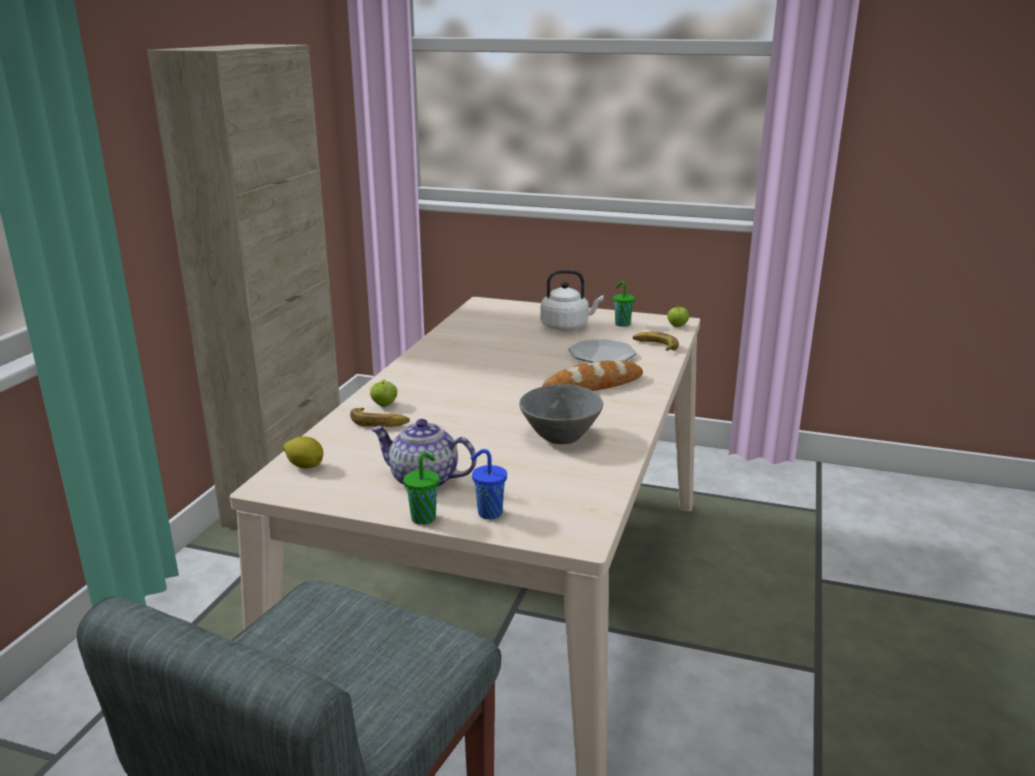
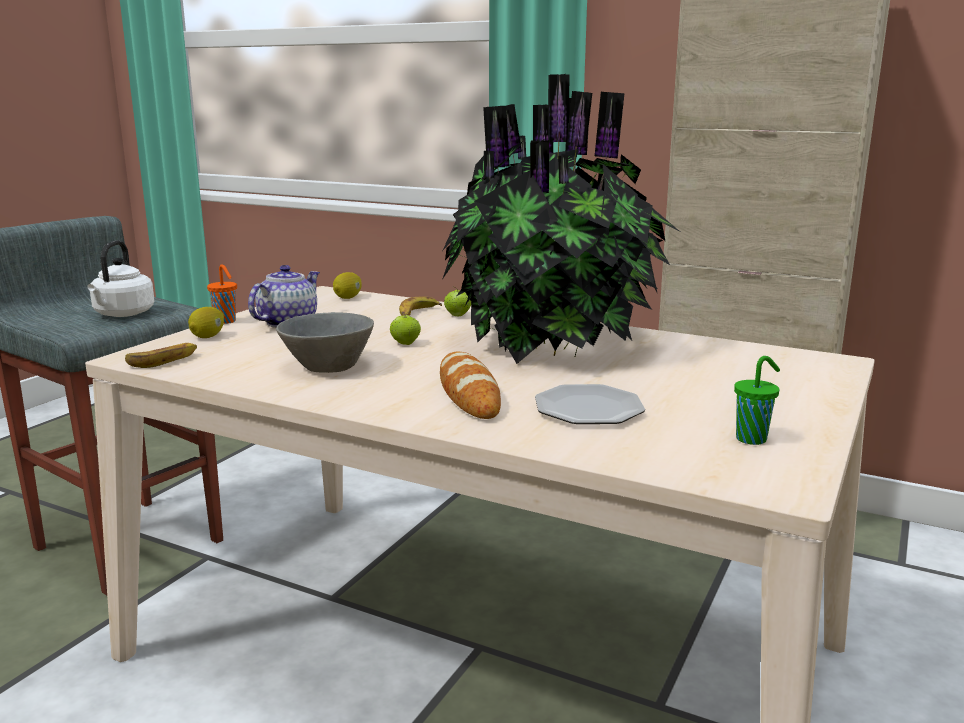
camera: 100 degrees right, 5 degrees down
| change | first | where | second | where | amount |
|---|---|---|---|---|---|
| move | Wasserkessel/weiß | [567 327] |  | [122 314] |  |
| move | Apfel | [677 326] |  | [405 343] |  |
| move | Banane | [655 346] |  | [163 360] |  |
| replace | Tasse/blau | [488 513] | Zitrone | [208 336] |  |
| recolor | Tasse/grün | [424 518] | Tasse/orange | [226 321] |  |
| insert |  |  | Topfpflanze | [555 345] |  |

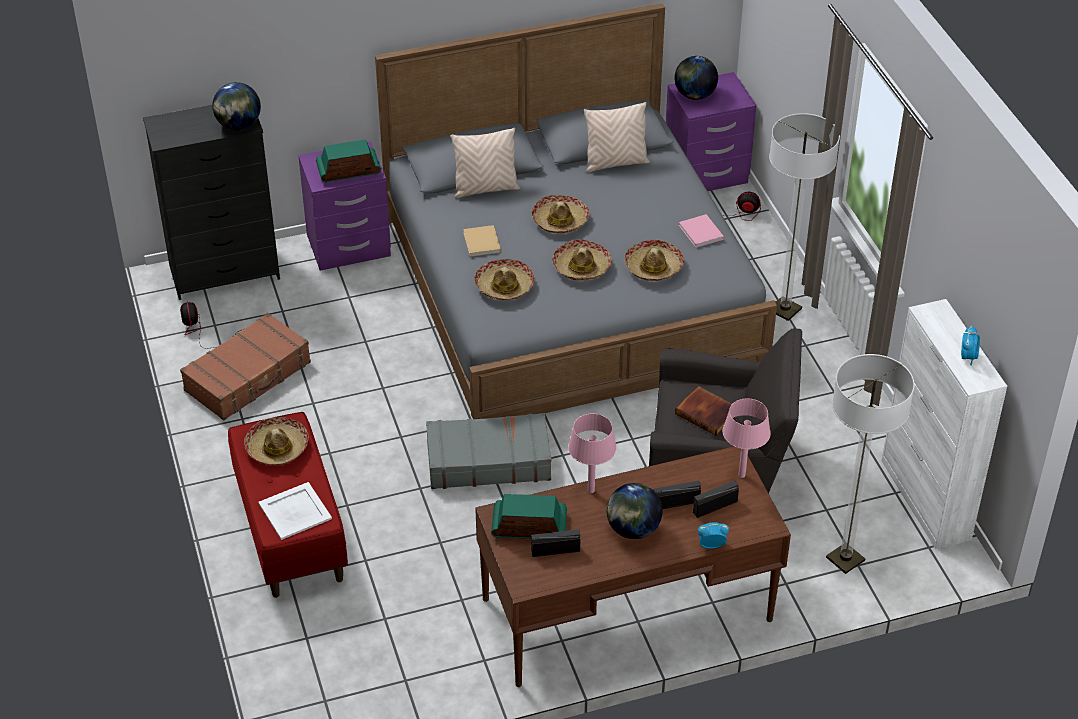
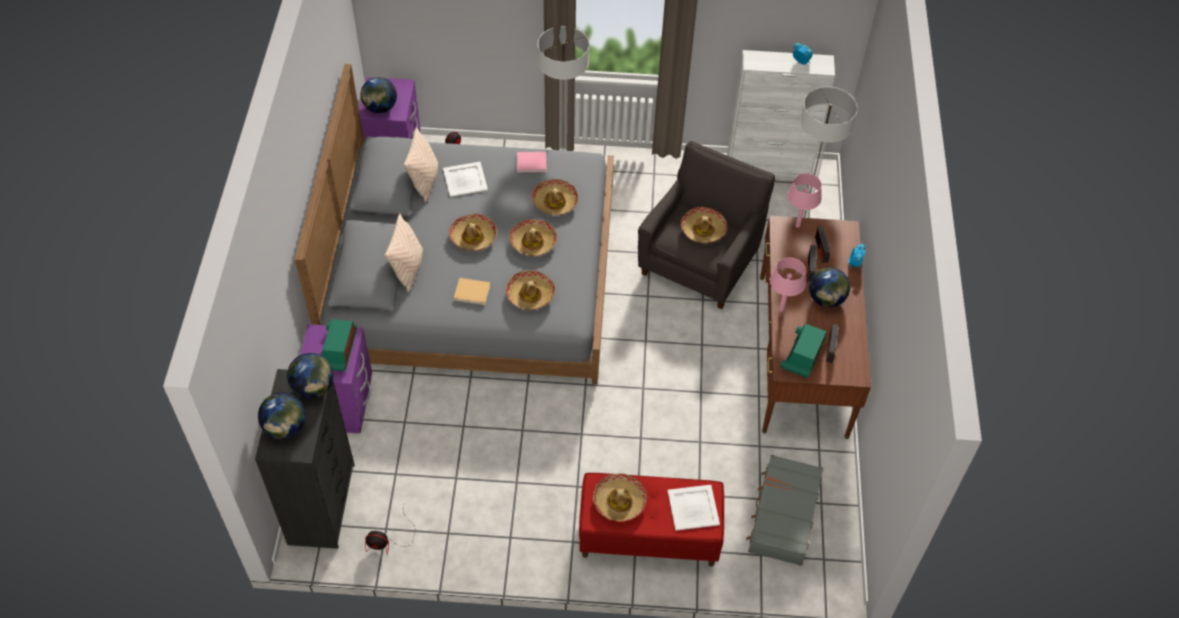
camera: 70 degrees left, 10 degrees up
| change | first | where | second | where | amount |
|---|---|---|---|---|---|
| delete | Koffer/braun | [248 377] |  |  |  |
| replace | Buch | [707 413] | Hut | [703 229] |  |
| move | Koffer/grau | [488 461] |  | [783 515] |  |
| insert |  |  | Tablett/weiß | [465 180] |  |
| insert |  |  | Globus | [285 427] |  |

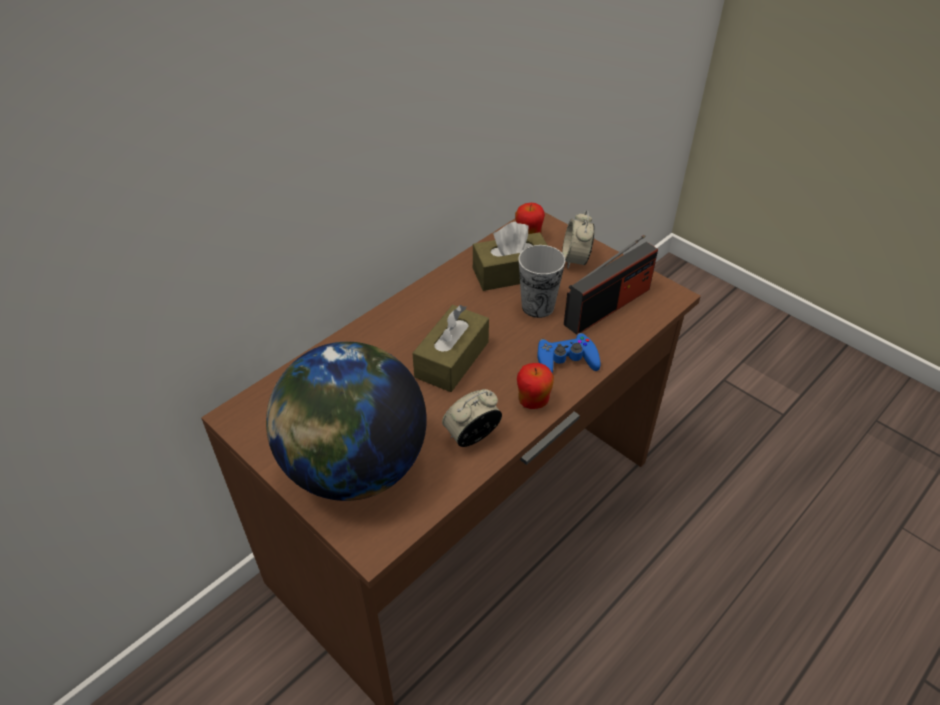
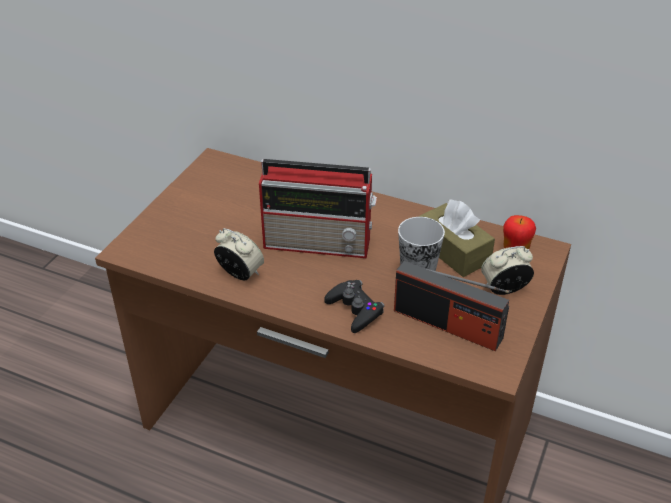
camera: 70 degrees right, 5 degrees down
| change | first | where | second | where | amount |
|---|---|---|---|---|---|
| replace | Taschentuchbox/braun | [452 359] | Radio | [320 242] |  |
| recolor | Gamepad/blau | [566 361] | Gamepad/schwarz | [355 310] |  |
| delete | Globus | [354 467] |  |  |  |
| delete | Apfel | [533 402] |  |  |  |

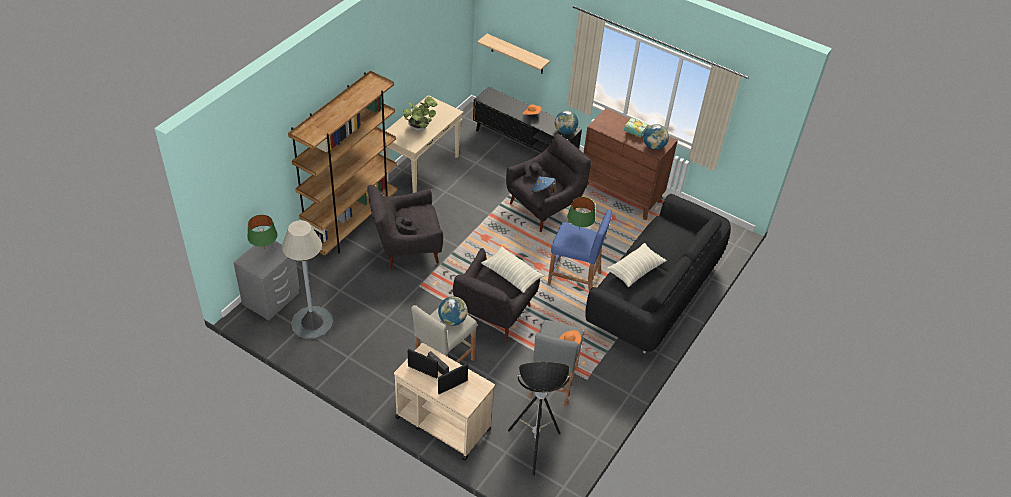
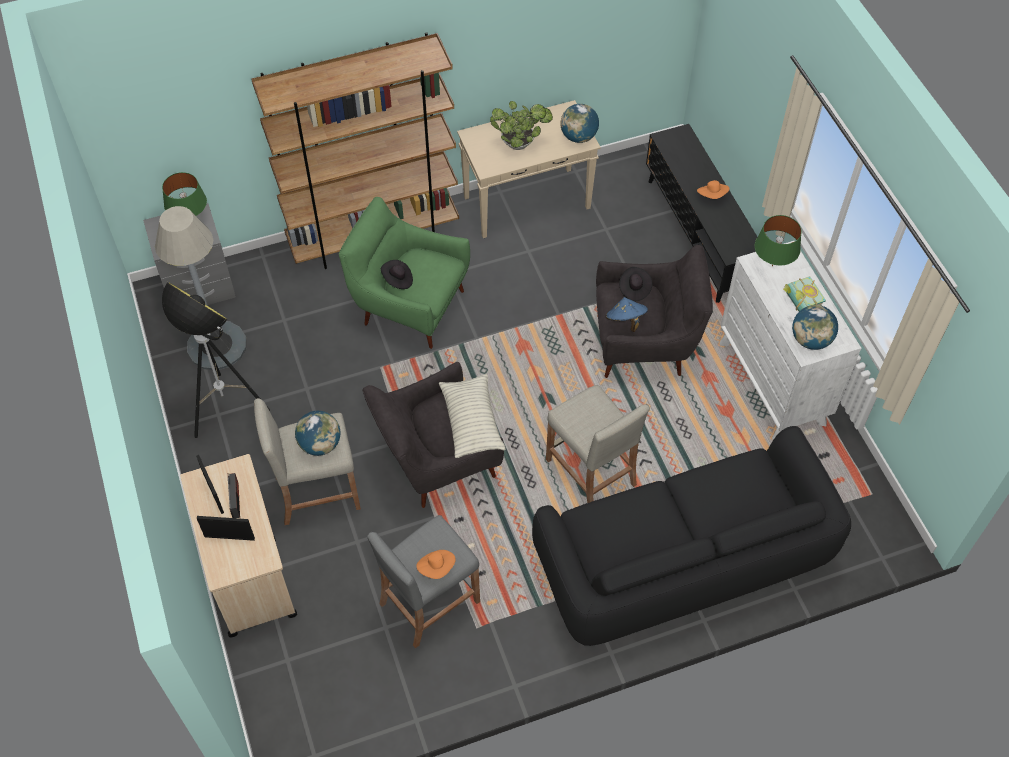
camera: 40 degrees right, 10 degrees up
| change | first | where | second | where | amount |
|---|---|---|---|---|---|
| delete | Wandregal | [517 54] |  |  |  |
| recolor | Kommode/braun | [620 195] | Kommode/weiß | [772 383] |  |
| move | Globus | [565 131] |  | [578 137] |  |
| recolor | Sessel/grau | [405 248] | Sessel/grün | [409 305] |  |
| move | Tischlampe/grün | [579 230] |  | [772 266] |  |
| recolor | Hocker/blau | [574 278] | Hocker/beige | [590 472] |  |
| delete | Kissen | [635 270] |  |  |  |
| move | Stehlampe | [533 447] |  | [226 409] |  |

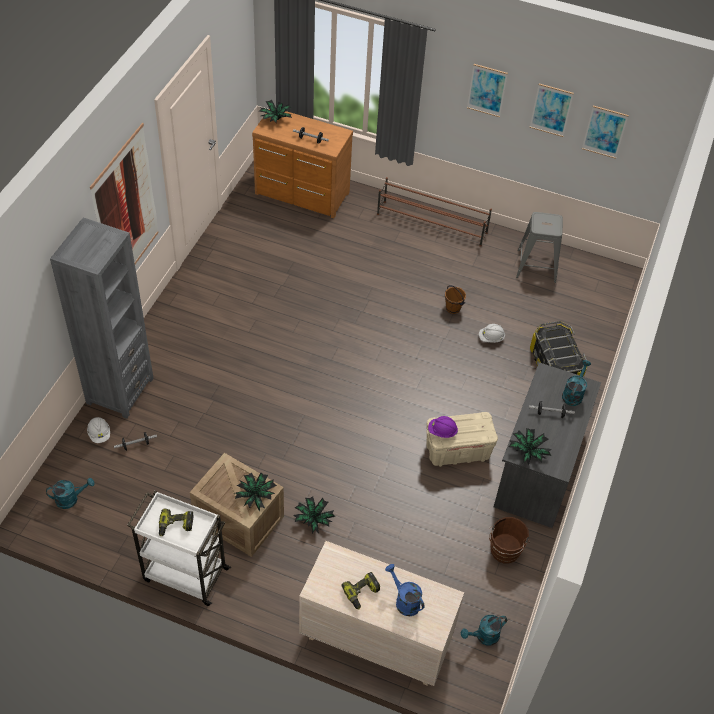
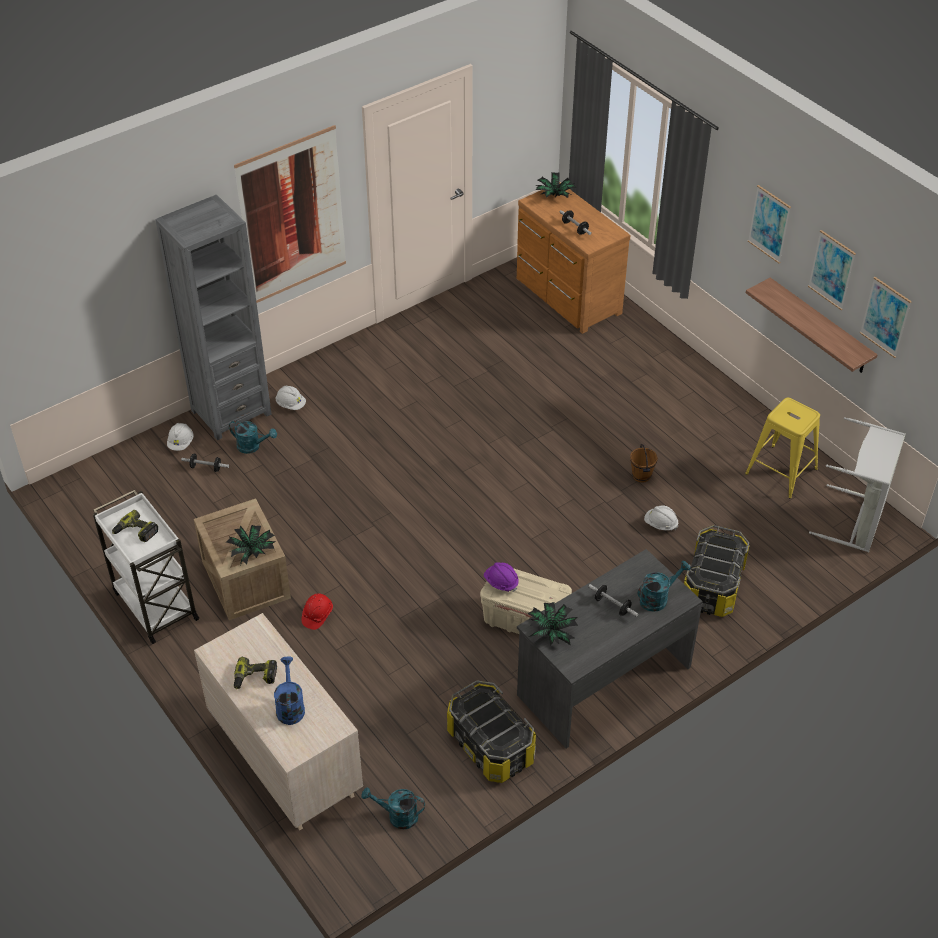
camera: 35 degrees right, 5 degrees down
| change | first | where | second | where | amount |
|---|---|---|---|---|---|
| delete | Schuhregal/braun | [432 224] |  |  |  |
| recolor | Hocker/grau | [536 266] | Hocker/gelb | [780 471] |  |
| move | Gießkanne/türkis | [71 499] |  | [253 446] |  |
| replace | Topfpflanze | [313 519] | Schutzhelm/rot | [317 615] |  |
| replace | Eimer/braun | [504 552] | Aufbewahrungsbox | [490 745] |  |
| insert |  |  | Wandregal | [819 327] |  |
| insert |  |  | Schutzhelm/weiß | [291 404] |  |
| insert |  |  | Wäschekorb/grau | [856 521] |  |

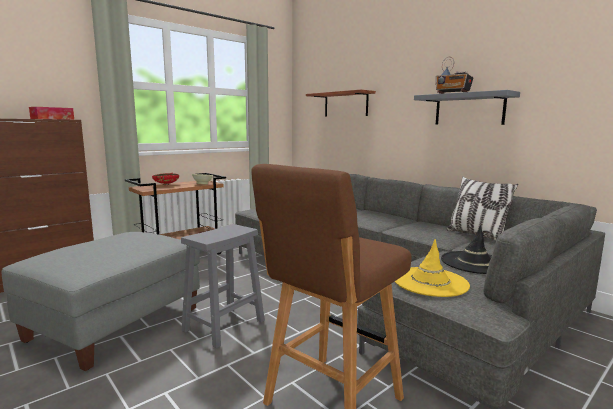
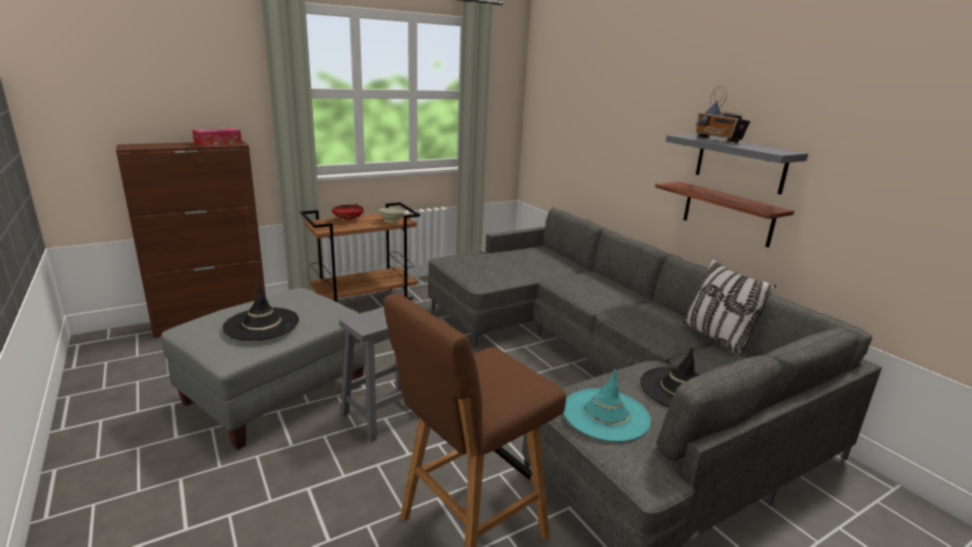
camera: 10 degrees right, 10 degrees up
| change | first | where | second | where | amount |
|---|---|---|---|---|---|
| move | Wandregal | [345 104] |  | [727 213] |  |
| recolor | Hut/gelb | [430 282] | Hut/türkis | [605 415] |  |
| insert |  |  | Hut/schwarz | [261 324] |  |

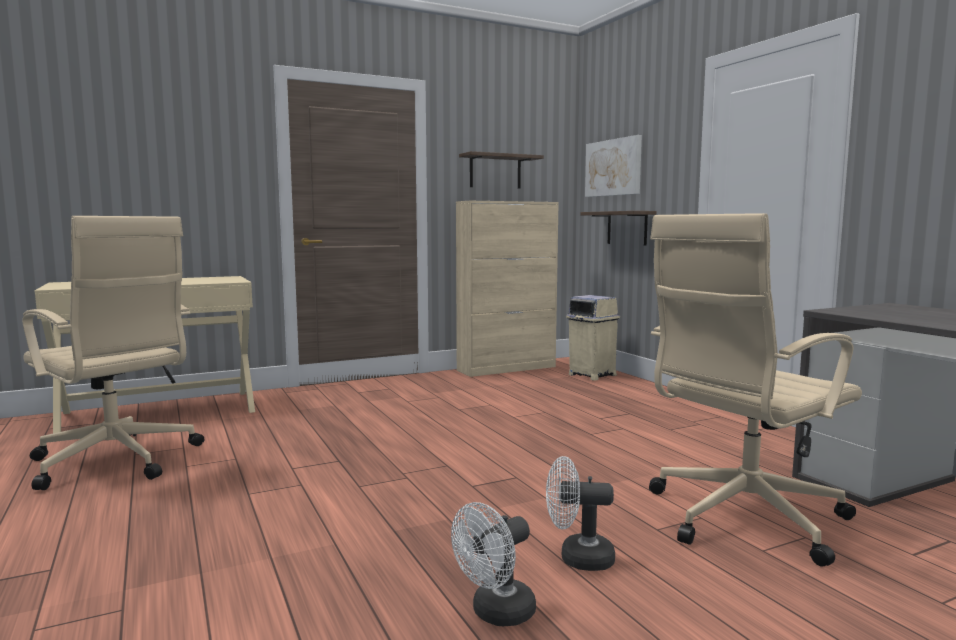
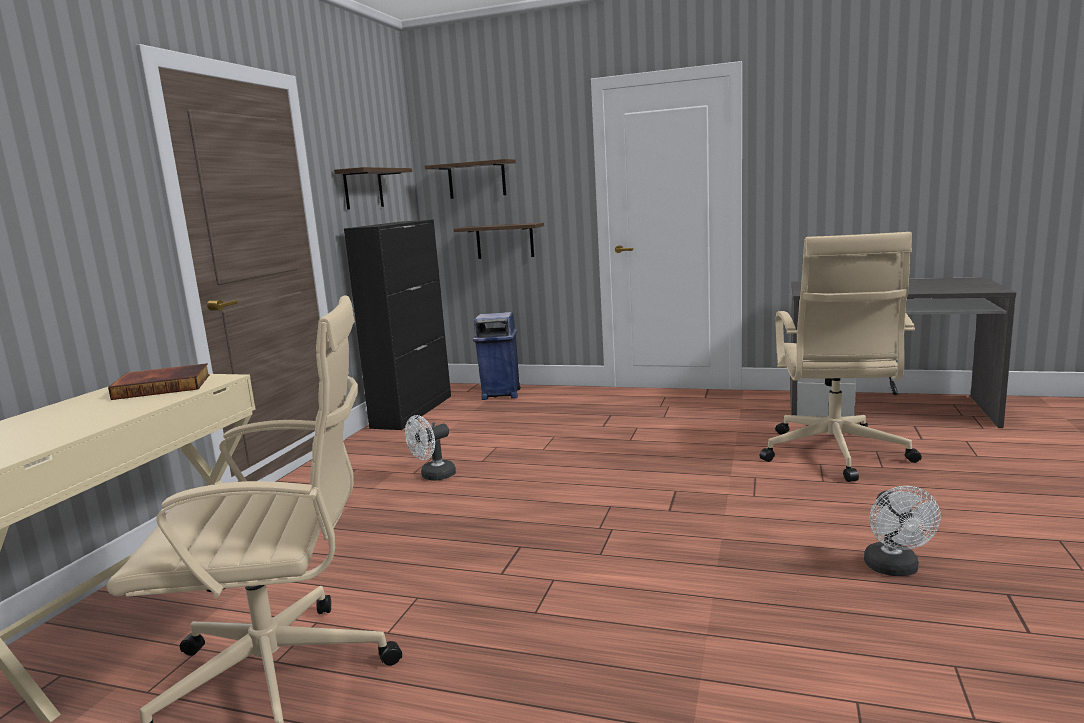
camera: 45 degrees left, 5 degrees up
| change | first | where | second | where | amount |
|---|---|---|---|---|---|
| replace | Bild | [613 167] | Wandregal | [476 180] |  |
| recolor | Schrank/beige | [507 368] | Schrank/schwarz | [413 411] |  |
| recolor | Mülleimer/beige | [591 375] | Mülleimer/blau | [500 394] |  |
| move | Ventilator/weiß | [577 558] |  | [433 476] |  |
| insert |  |  | Buch | [164 386] |  |

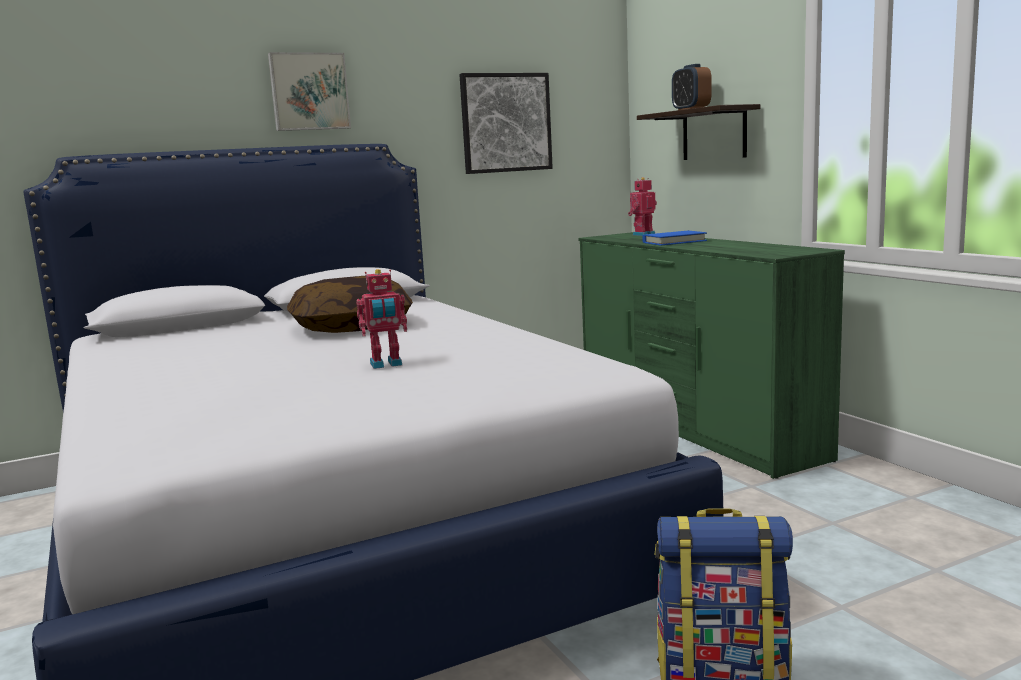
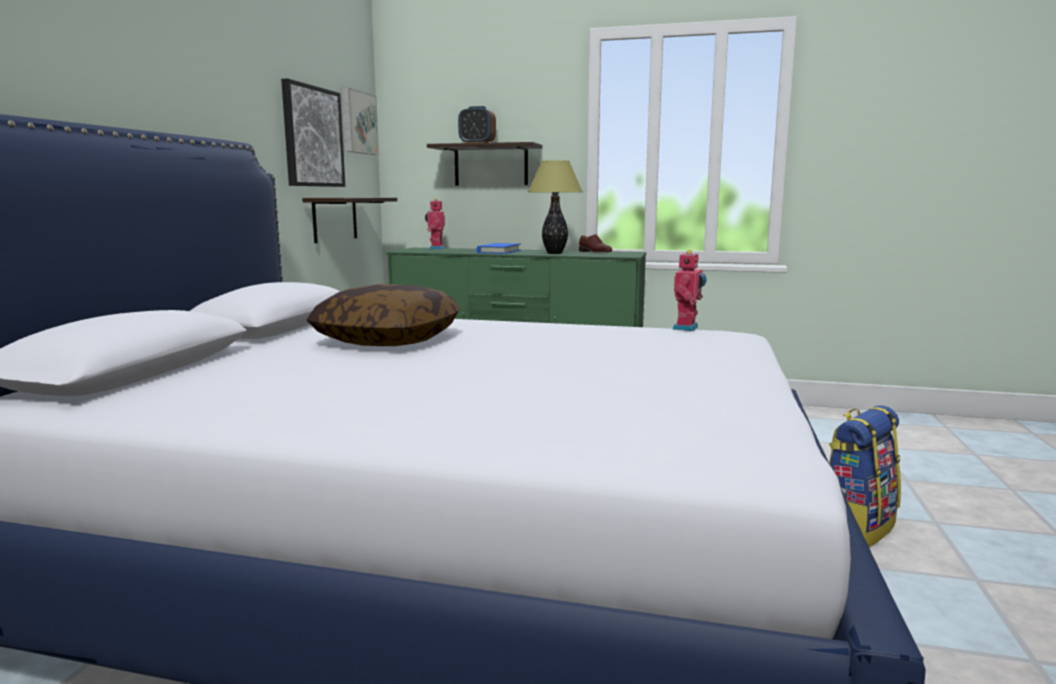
camera: 50 degrees left, 0 degrees up
| change | first | where | second | where | amount |
|---|---|---|---|---|---|
| move | Bild | [309 92] |  | [357 122] |  |
| move | Spielzeugroboter | [386 364] |  | [687 328] |  |
| insert |  |  | Tischlampe | [554 253] |  |
| insert |  |  | Wandregal | [335 219] |  |
| insert |  |  | Schuh/braun | [594 252] |  |

